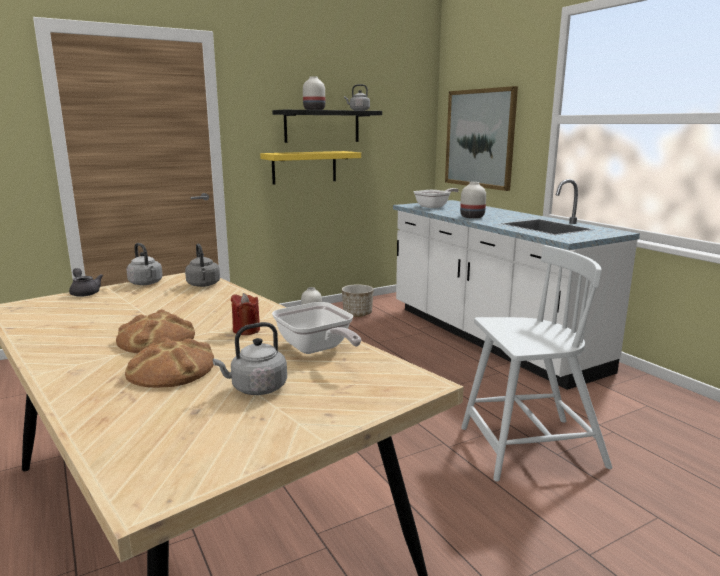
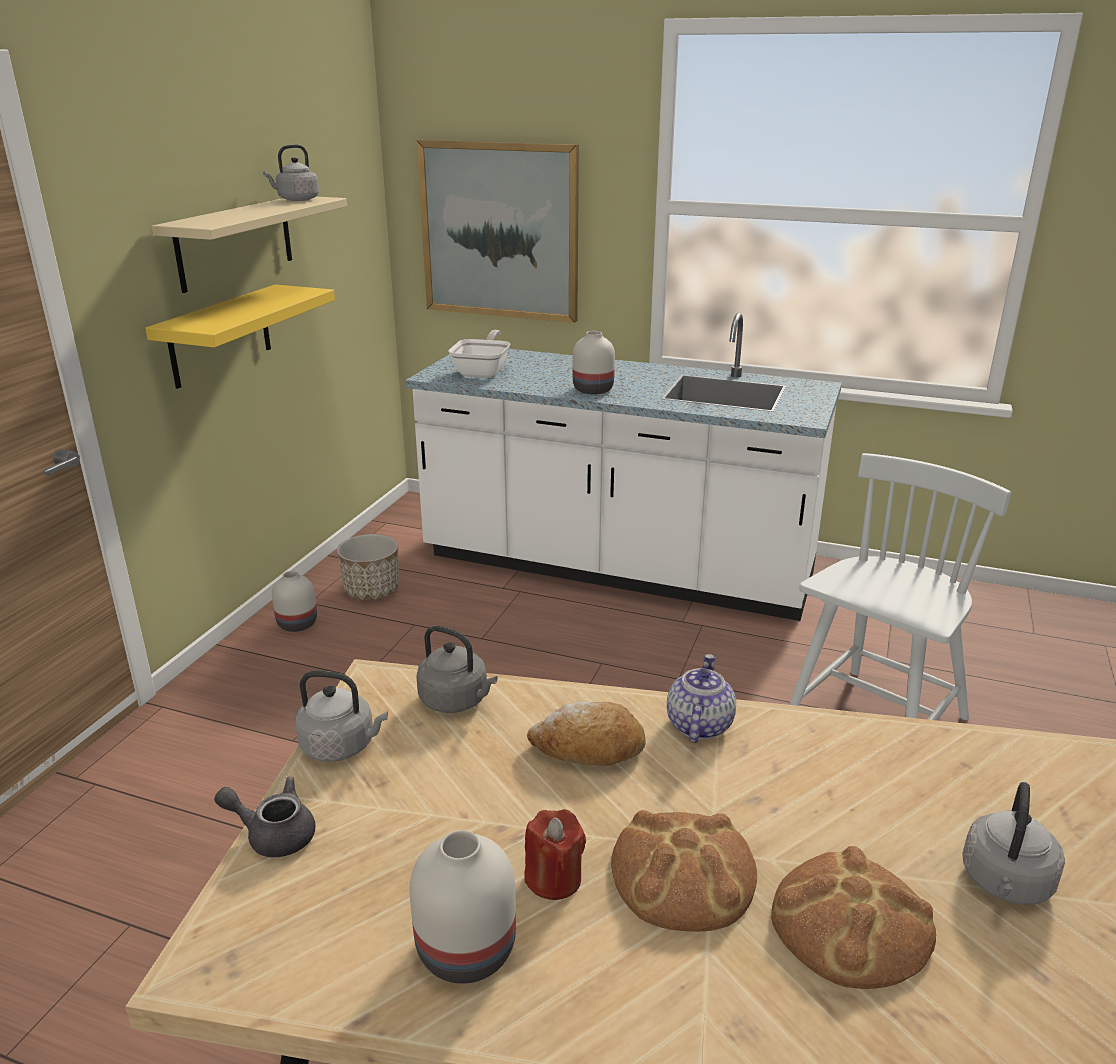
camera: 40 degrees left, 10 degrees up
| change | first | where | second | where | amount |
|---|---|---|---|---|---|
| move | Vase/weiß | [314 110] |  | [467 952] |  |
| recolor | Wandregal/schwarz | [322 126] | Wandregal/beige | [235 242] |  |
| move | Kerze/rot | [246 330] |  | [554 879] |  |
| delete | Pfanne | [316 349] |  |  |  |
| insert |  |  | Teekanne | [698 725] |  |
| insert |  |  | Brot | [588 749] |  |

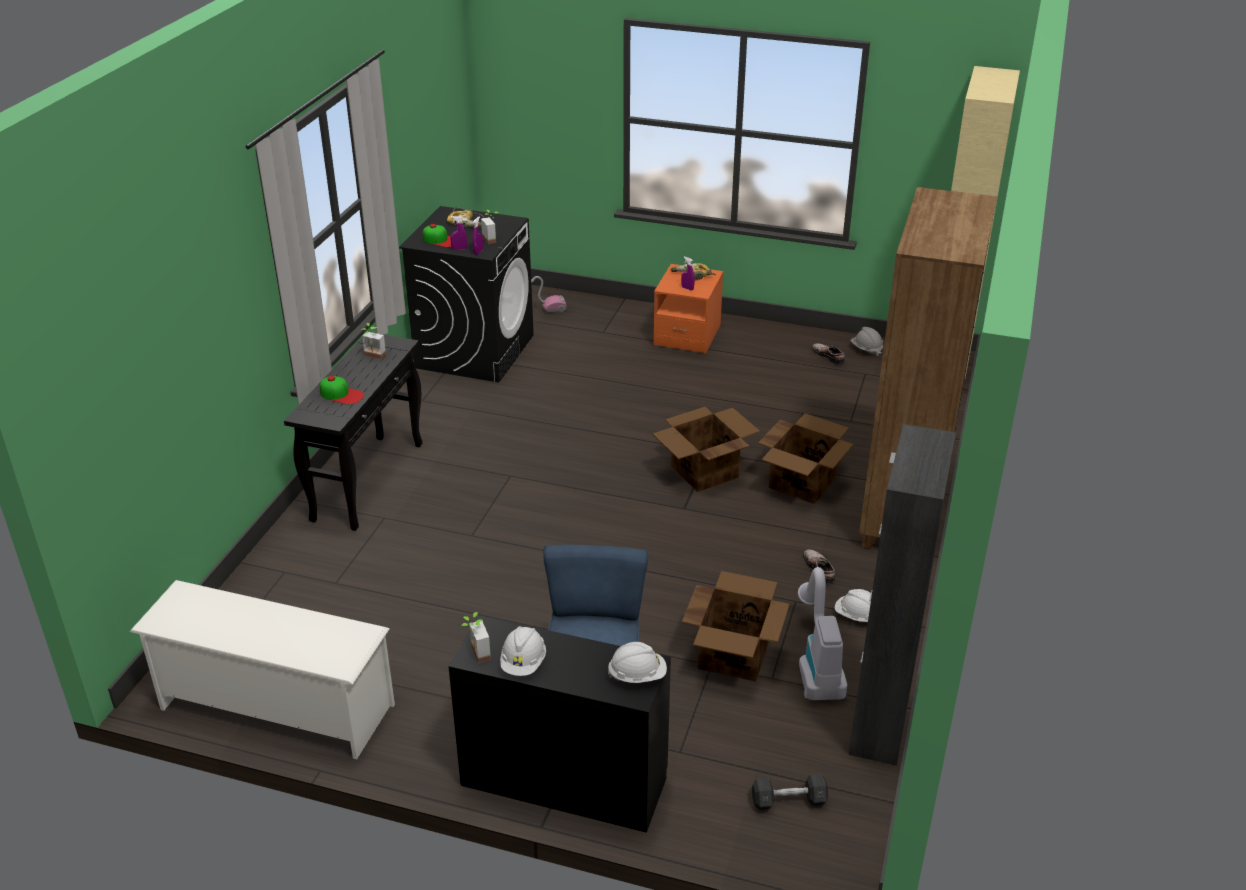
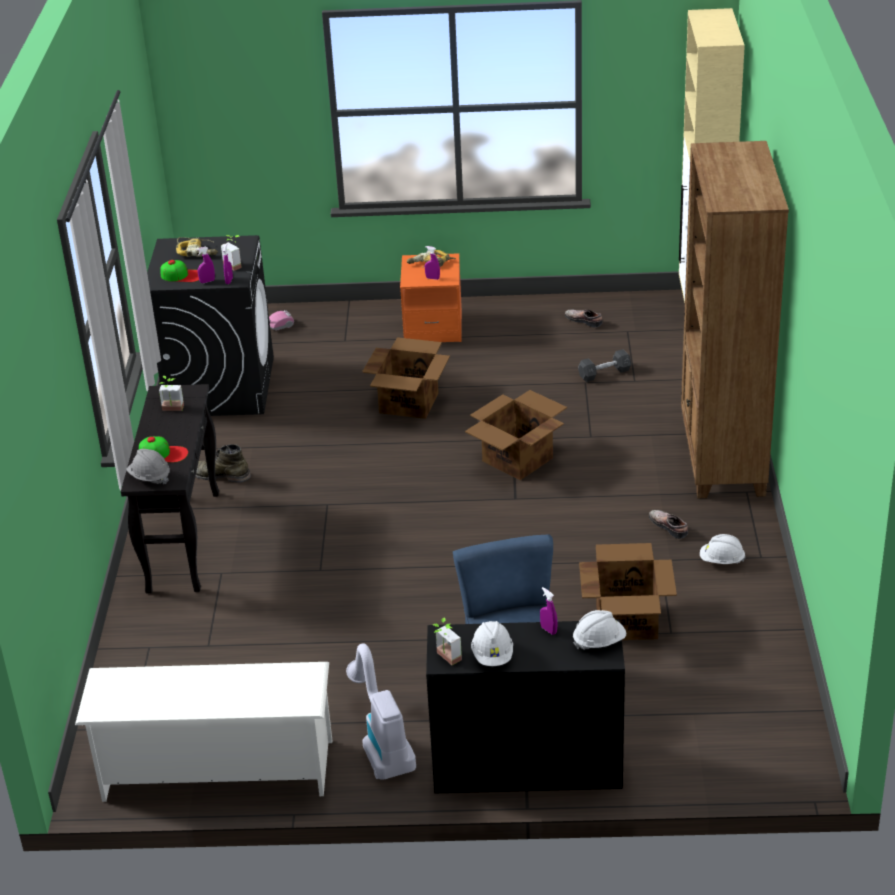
camera: 15 degrees left, 0 degrees up
| change | first | where | second | where | amount |
|---|---|---|---|---|---|
| move | Schutzhelm/grau | [866 349] |  | [149 477] |  |
| move | Karton | [802 482] |  | [409 402] |  |
| delete | Schrank/schwarz | [880 722] |  |  |  |
| move | Staubsauger | [817 665] |  | [381 743] |  |
| move | Hantel/grau | [788 800] |  | [604 373] |  |
| insert |  |  | Stiefel/grün | [219 475] |  |
| insert |  |  | Sprühflasche/lila | [548 630] |  |

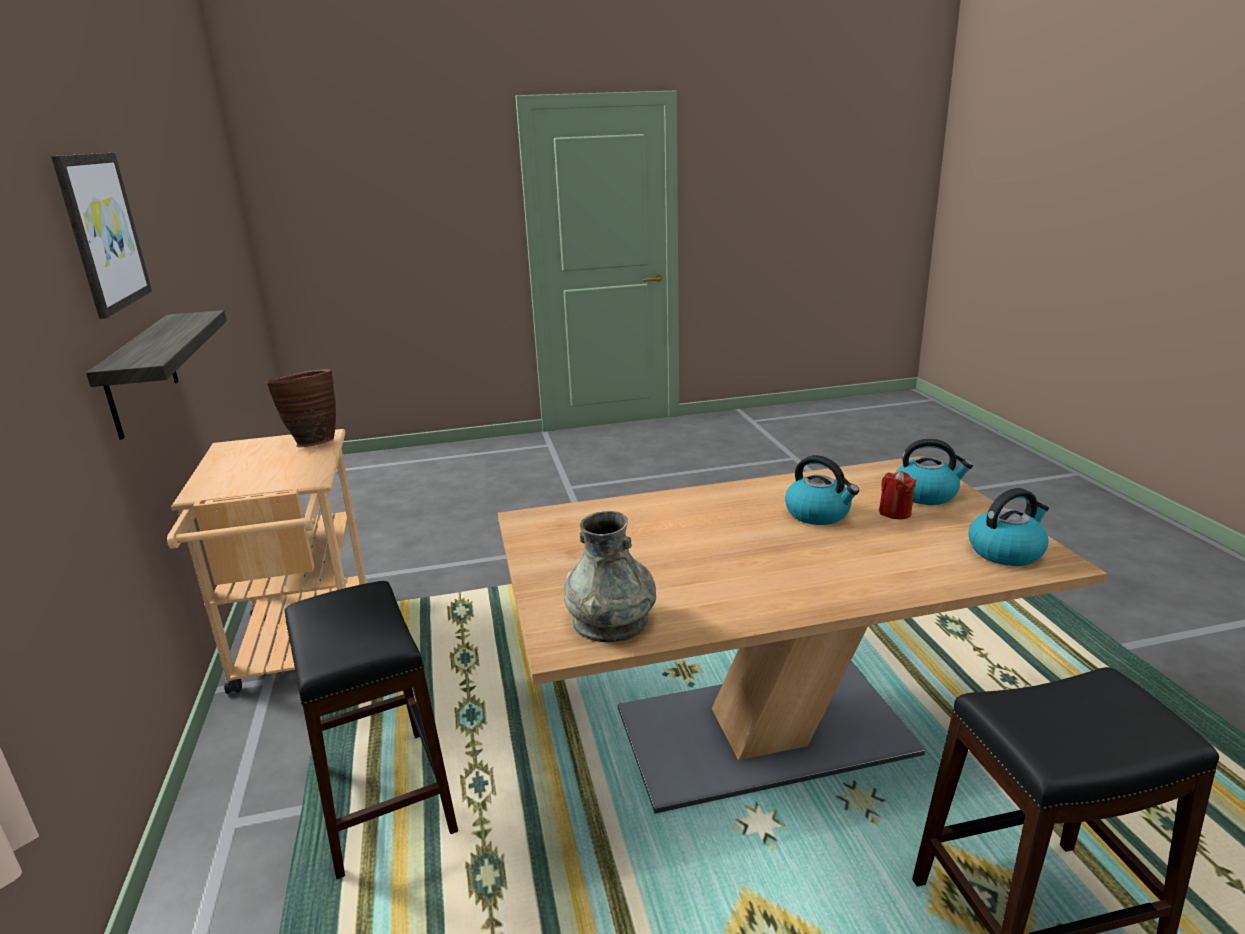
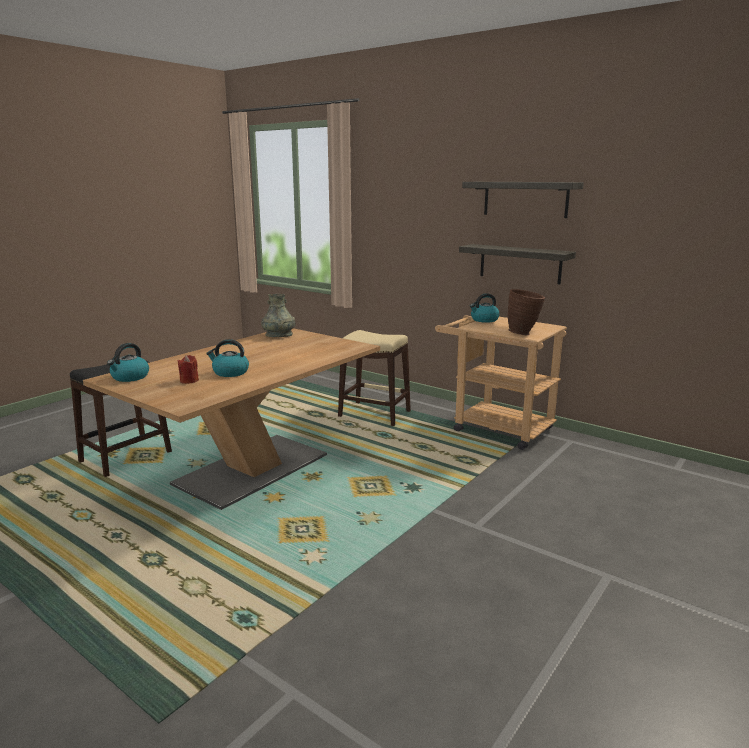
camera: 140 degrees right, 5 degrees down
| change | first | where | second | where | amount |
|---|---|---|---|---|---|
| replace | Bild | [101 232] | Wandregal | [525 199] |  |
| move | Wasserkessel | [926 494] |  | [484 320] |  |
| recolor | Hocker/schwarz | [382 800] | Hocker/beige | [374 414] |  |

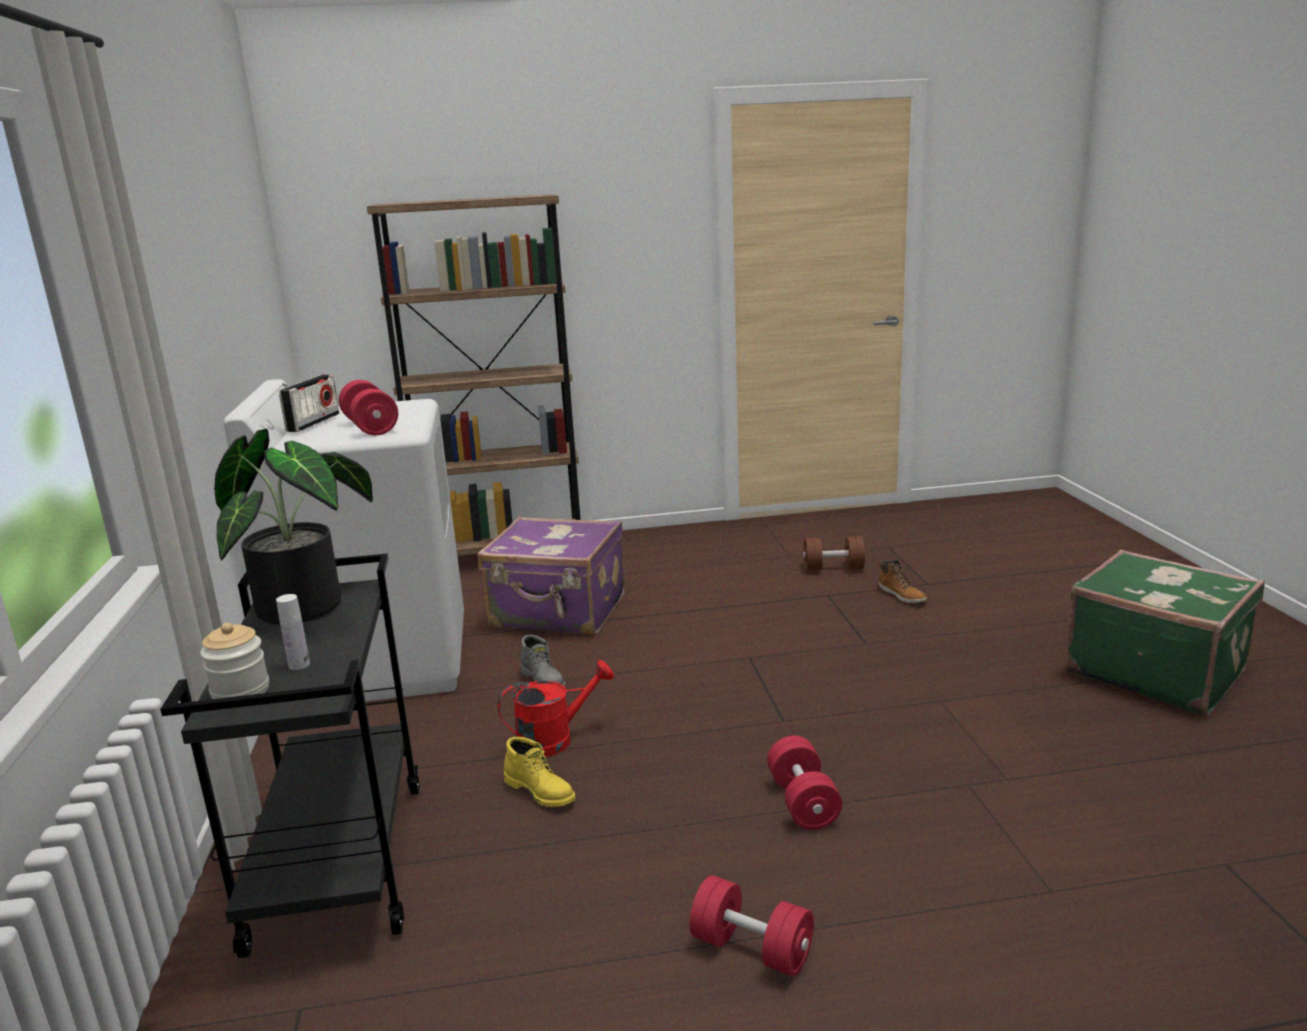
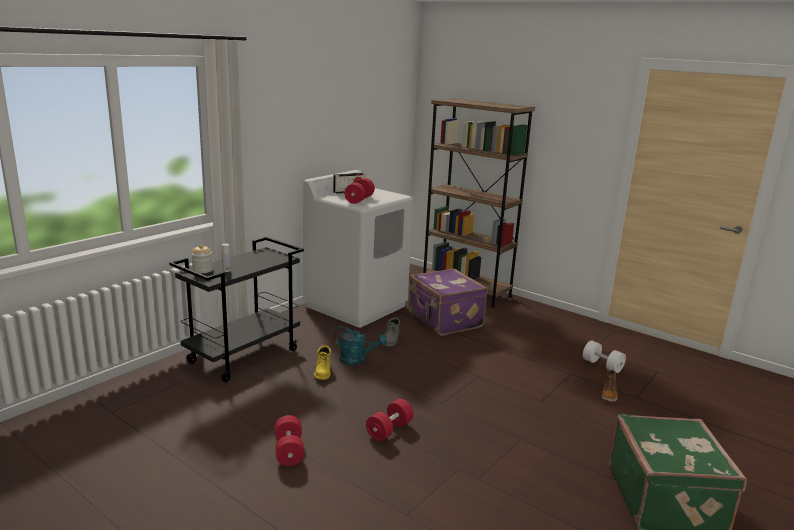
camera: 45 degrees right, 0 degrees up
| change | first | where | second | where | amount |
|---|---|---|---|---|---|
| delete | Topfpflanze | [311 606] |  |  |  |
| recolor | Hantel/braun | [833 568] | Hantel/weiß | [602 365] |  |
| recolor | Gießkanne/rot | [554 739] | Gießkanne/türkis | [357 360] |  |

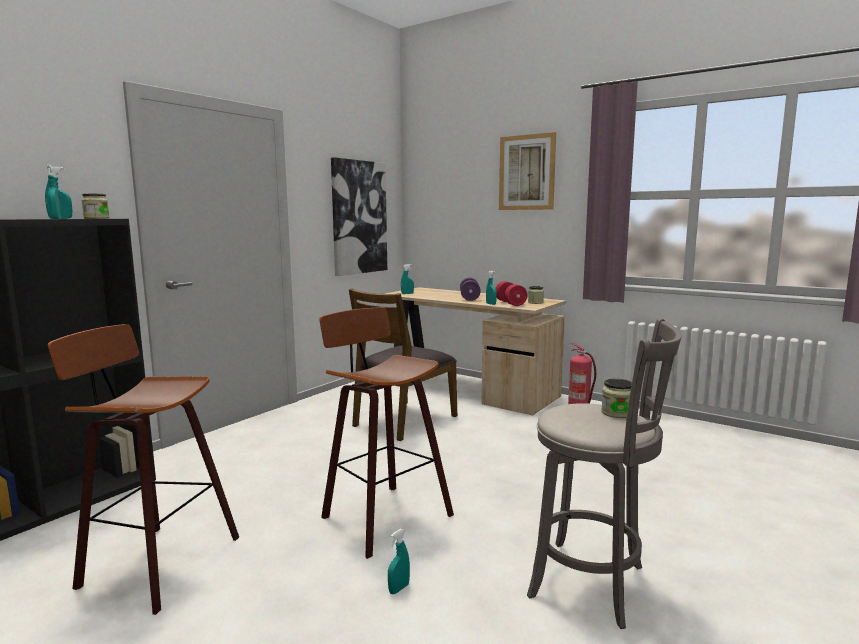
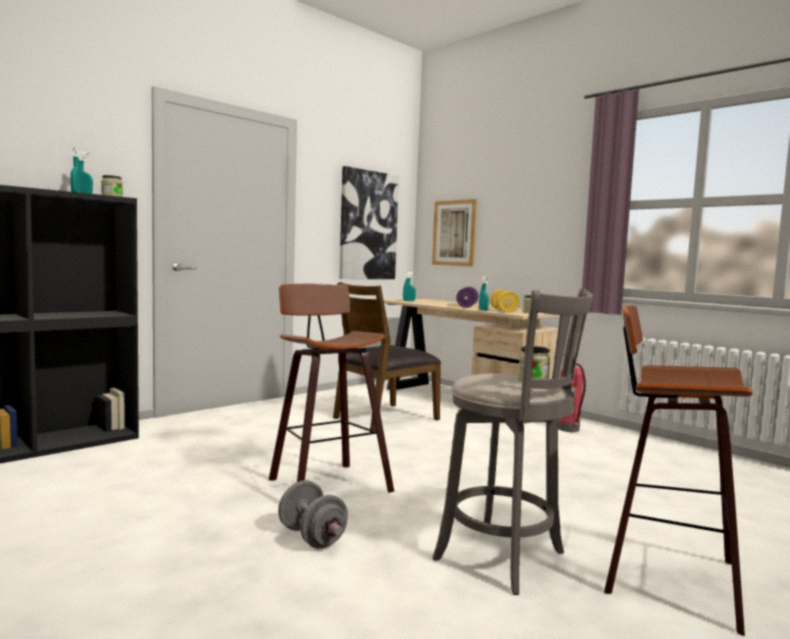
camera: 10 degrees right, 5 degrees down
| change | first | where | second | where | amount |
|---|---|---|---|---|---|
| move | Bild | [526 172] |  | [454 233] |  |
| recolor | Hantel/rot | [510 303] | Hantel/gelb | [504 311] |  |
| move | Hocker | [155 563] |  | [665 577] |  |
| replace | Sprühflasche/türkis | [399 588] | Hantel/grau | [312 537] |  |

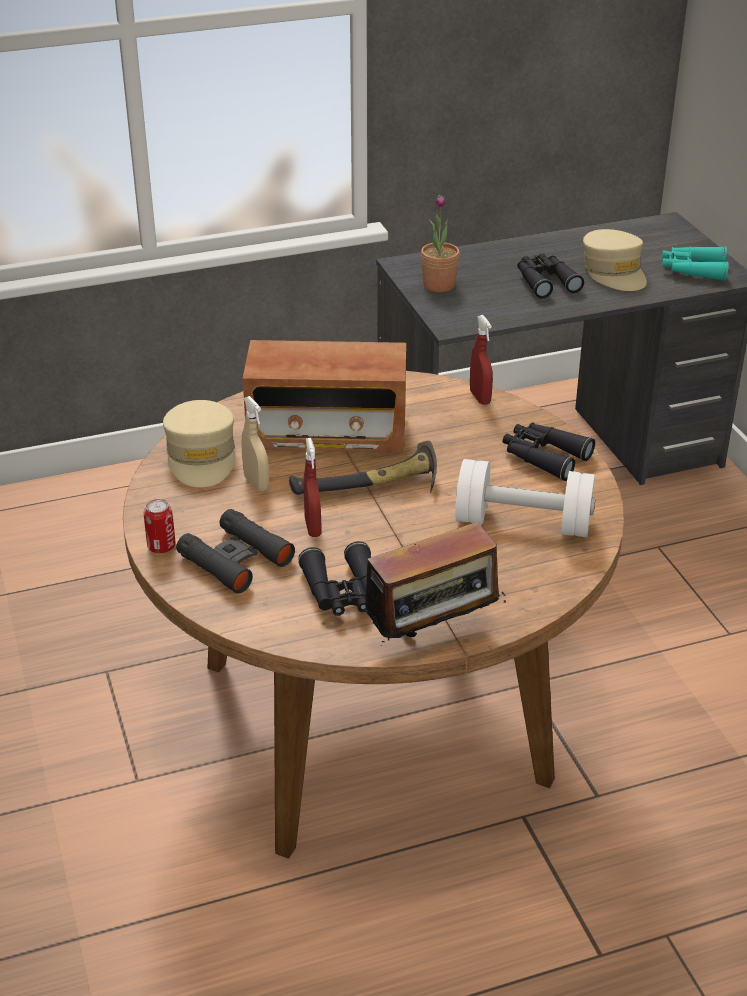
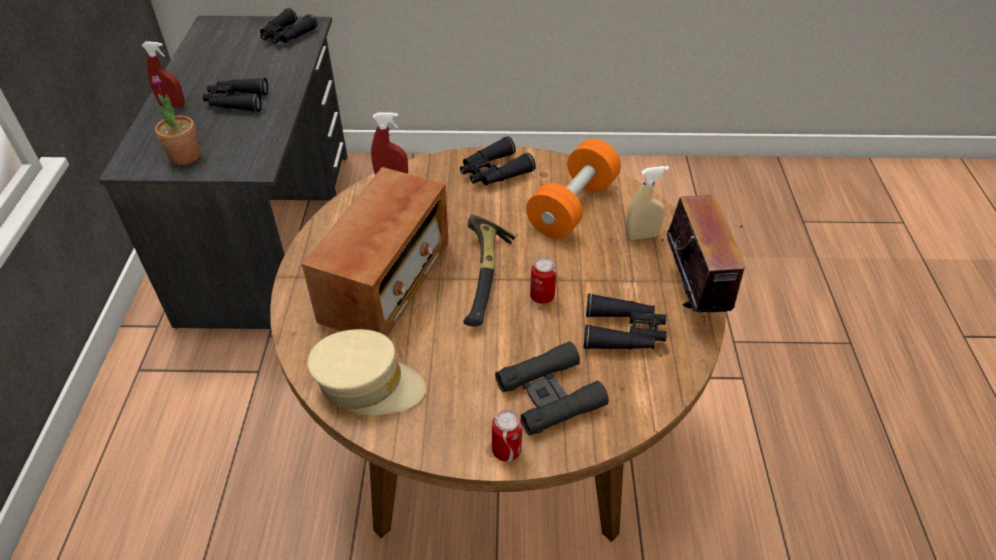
camera: 70 degrees left, 10 degrees up
| change | first | where | second | where | amount |
|---|---|---|---|---|---|
| delete | Kappe/beige | [614 272] |  |  |  |
| recolor | Fernglas/türkis | [692 270] | Fernglas/schwarz | [286 36] |  |
| move | Sprühflasche/beige | [256 483] |  | [641 236] |  |
| move | Sprühflasche/rot | [313 527] |  | [172 105] |  |
| recolor | Hantel/weiß | [523 523] | Hantel/orange | [572 207] |  |
| insert |  |  | Dose | [542 296] |  |

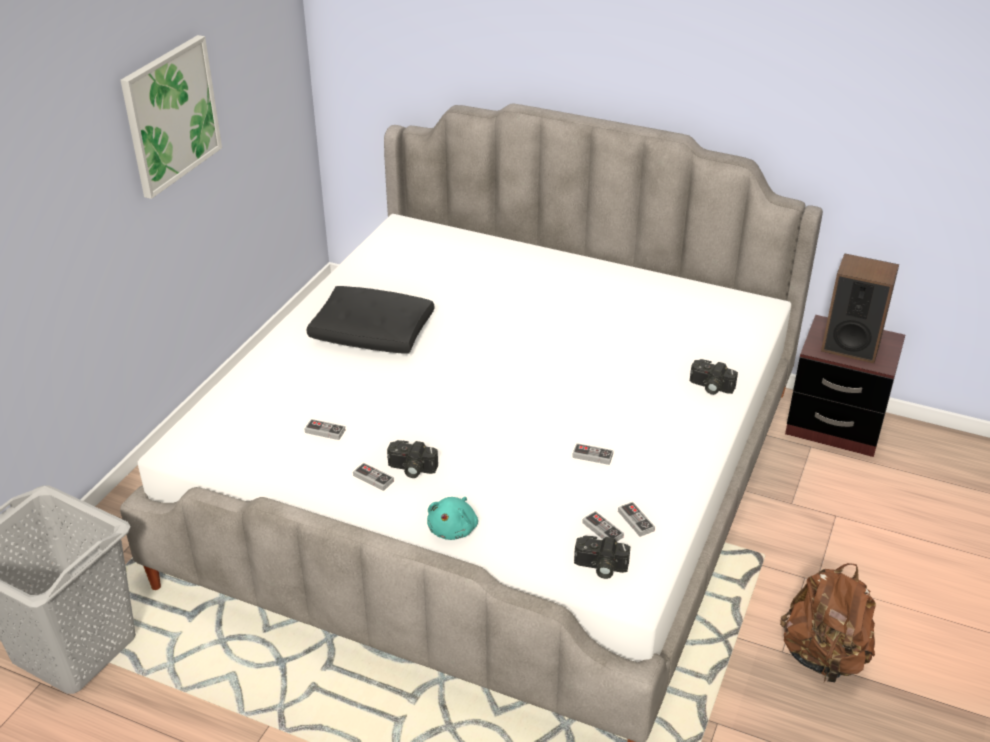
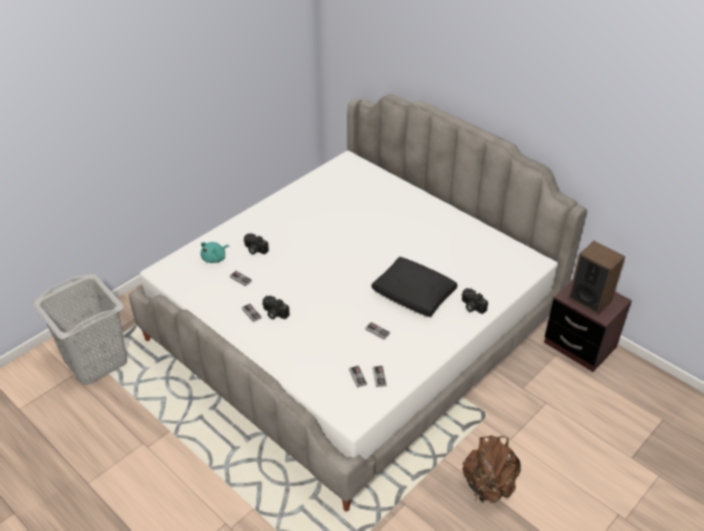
camera: 20 degrees right, 5 degrees up
| change | first | where | second | where | amount |
|---|---|---|---|---|---|
| delete | Bild | [171 115] |  |  |  |
| move | Kissen/schwarz | [373 334] |  | [414 294] |  |
| move | Plüschtier/türkis | [453 529] |  | [215 258] |  |
| move | Kamera | [600 567] |  | [254 249] |  |

